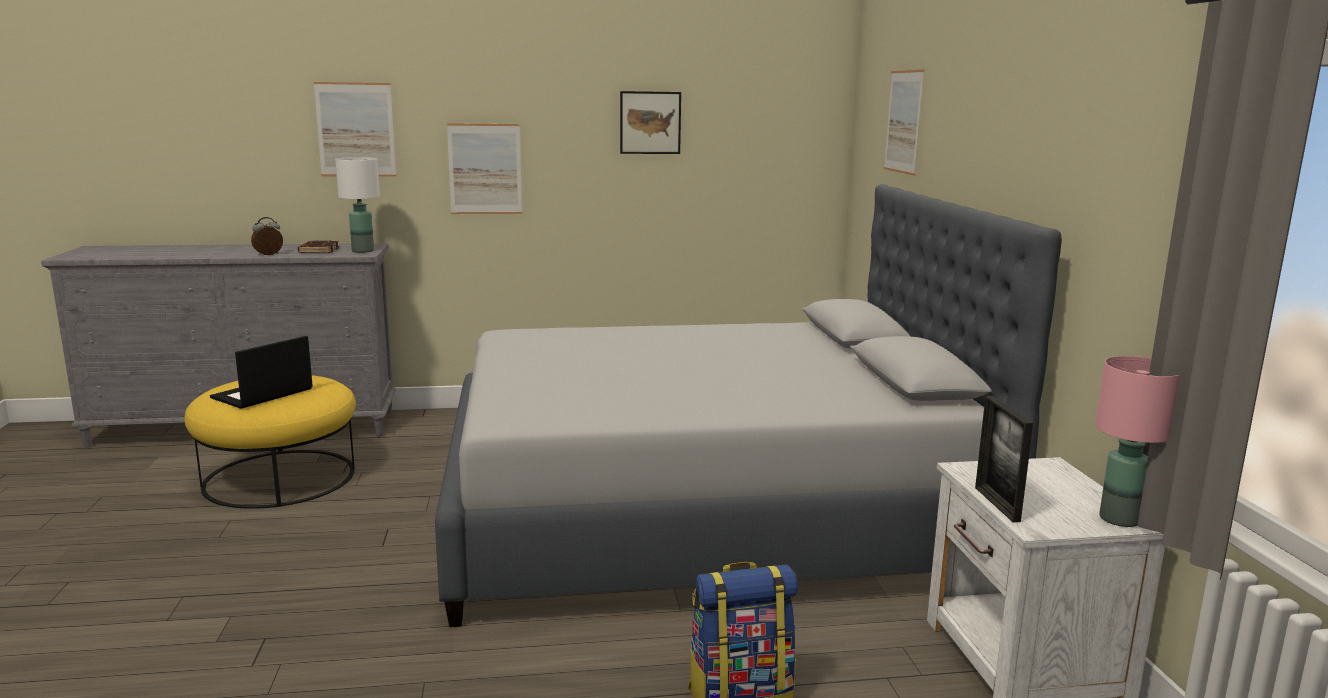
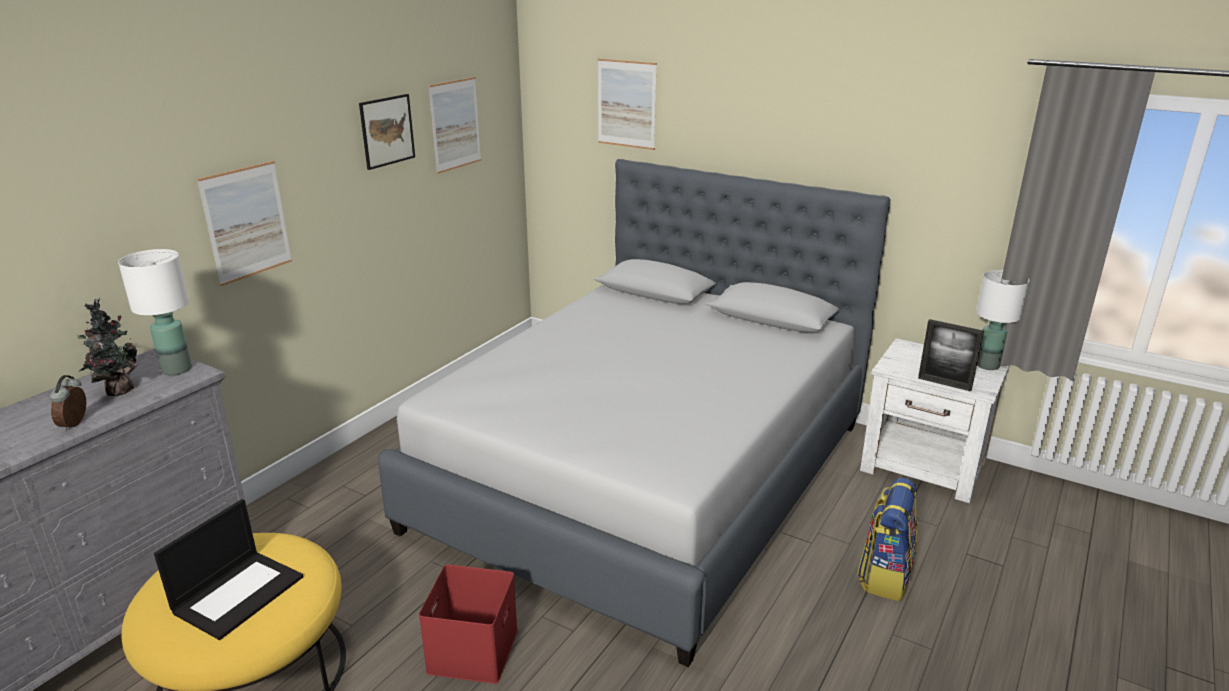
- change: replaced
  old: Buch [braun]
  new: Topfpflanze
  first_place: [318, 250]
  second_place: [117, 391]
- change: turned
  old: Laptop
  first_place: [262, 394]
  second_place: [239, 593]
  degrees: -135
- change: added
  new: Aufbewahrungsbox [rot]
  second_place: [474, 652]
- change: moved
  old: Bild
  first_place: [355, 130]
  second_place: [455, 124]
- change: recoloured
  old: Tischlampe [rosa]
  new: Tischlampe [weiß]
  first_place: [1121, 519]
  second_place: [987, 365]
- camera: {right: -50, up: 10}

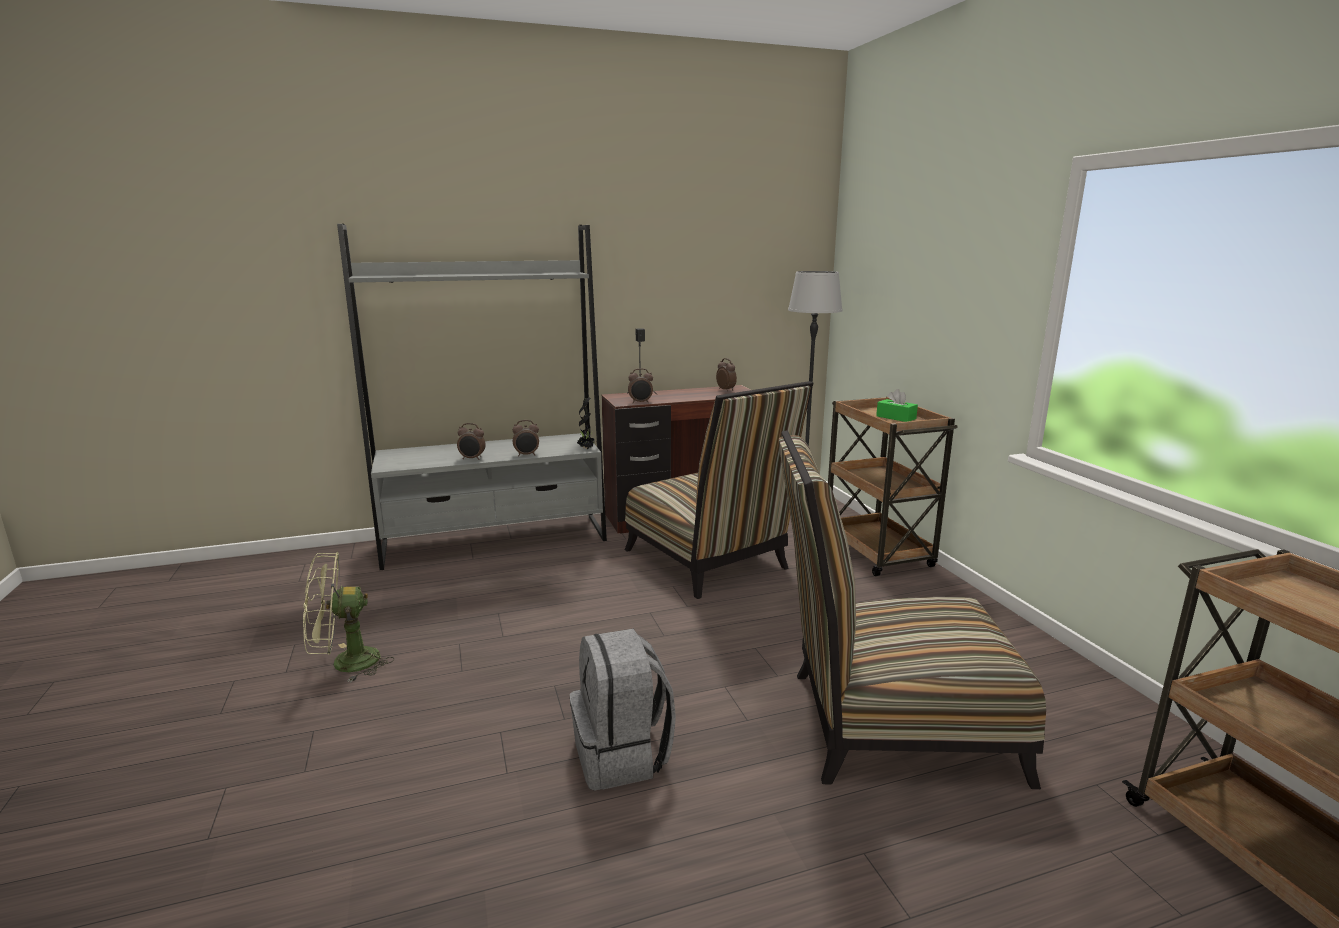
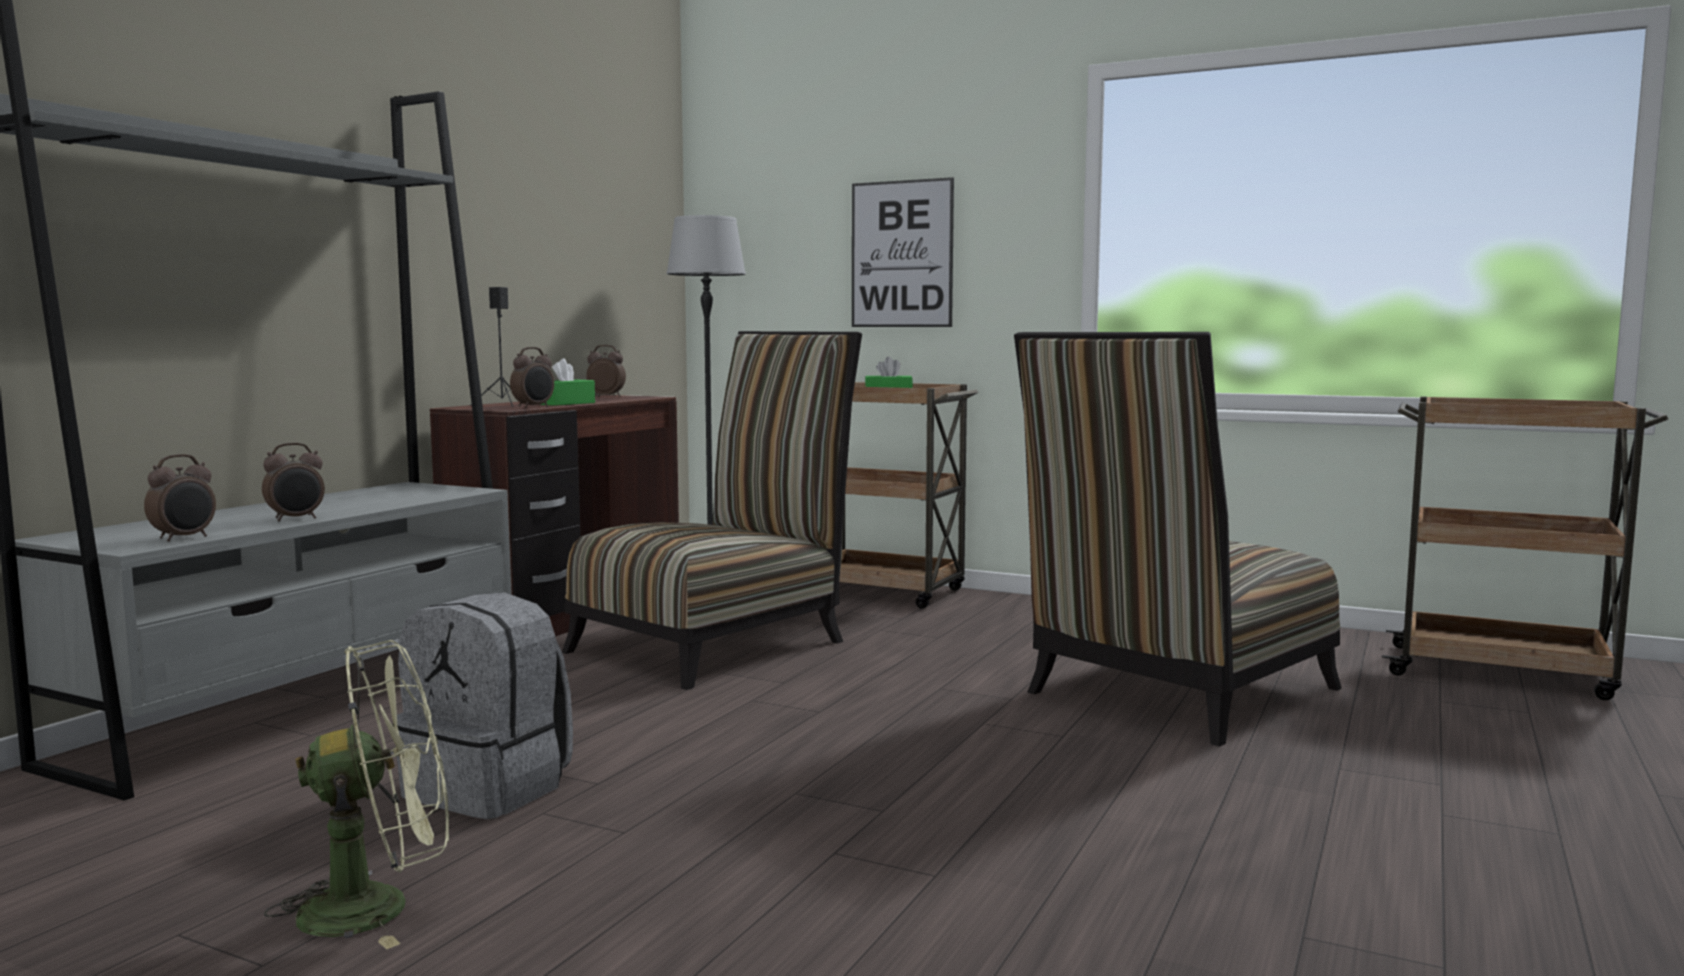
- change: moved
  old: Wecker
  first_place: [527, 455]
  second_place: [184, 538]
- change: turned
  old: Ventilator [grün]
  first_place: [345, 664]
  second_place: [379, 907]
  degrees: -135
- change: moved
  old: Rucksack [grau]
  first_place: [622, 755]
  second_place: [491, 788]
- change: added
  new: Taschentuchbox [grün]
  second_place: [566, 403]
- change: turned
  old: Stuhl
  first_place: [710, 563]
  second_place: [719, 643]
  degrees: -60
- change: added
  new: Bild
  second_place: [902, 254]
- change: removed
  old: Topfpflanze
  first_place: [586, 448]
- camera: {right: -45, up: -10}

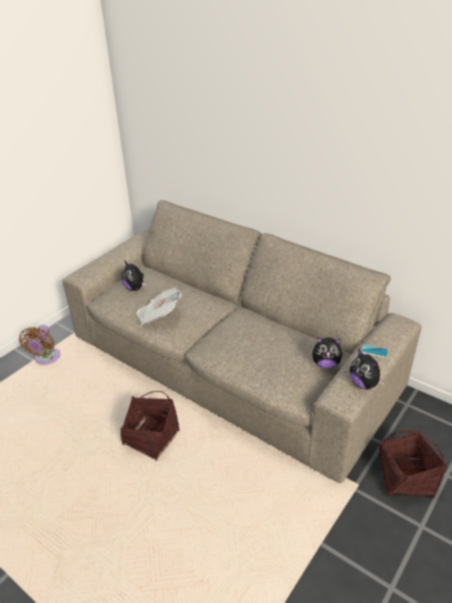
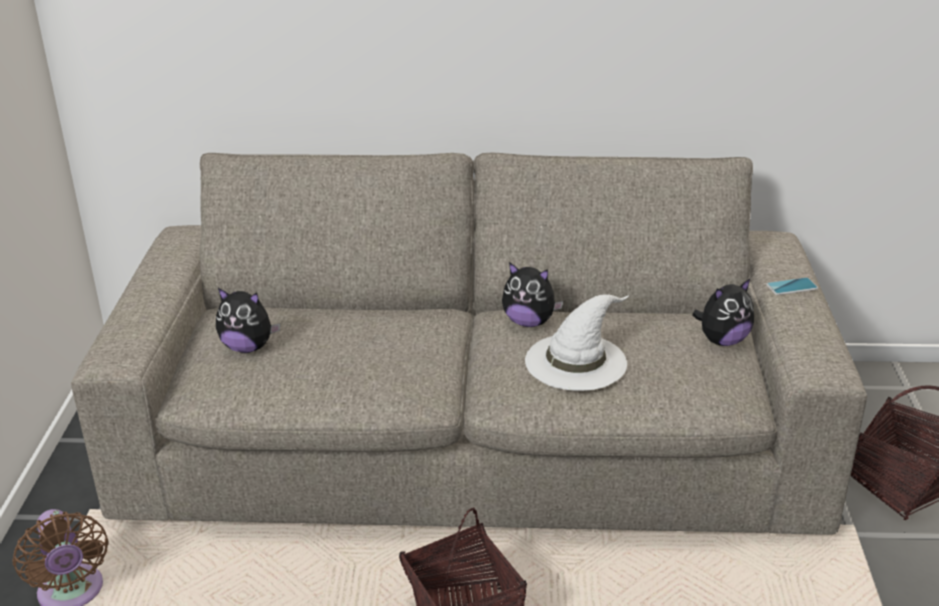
- change: moved
  old: Plüschtier
  first_place: [364, 384]
  second_place: [529, 322]
- change: added
  new: Hut [weiß]
  second_place: [576, 360]
- change: removed
  old: Zeitung
  first_place: [158, 316]
- camera: {right: -35, up: -5}

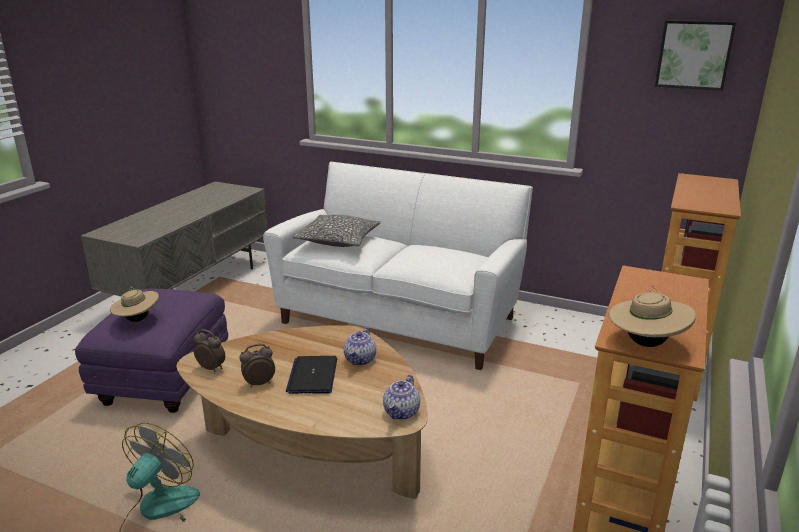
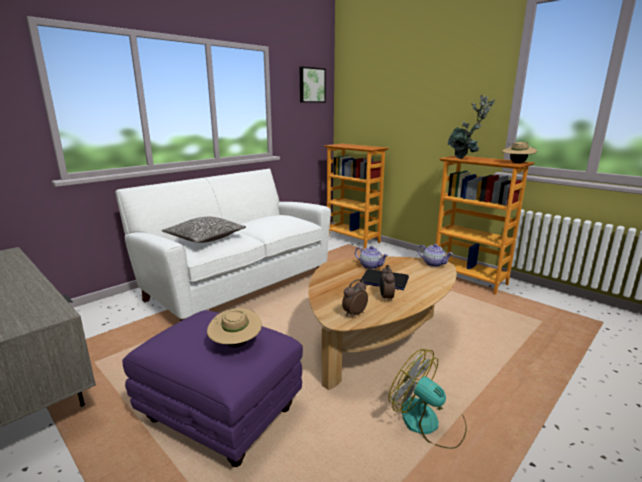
- change: added
  new: Topfpflanze
  second_place: [465, 158]
- camera: {right: -70, up: -5}

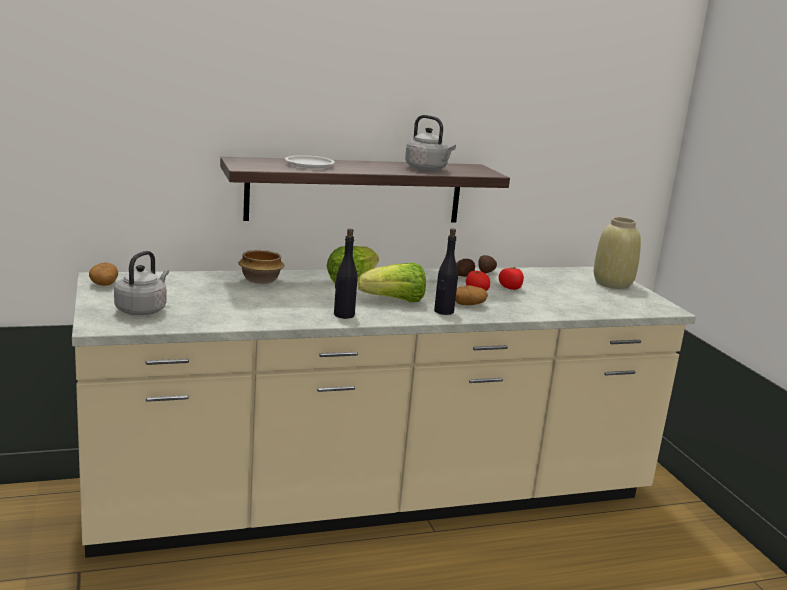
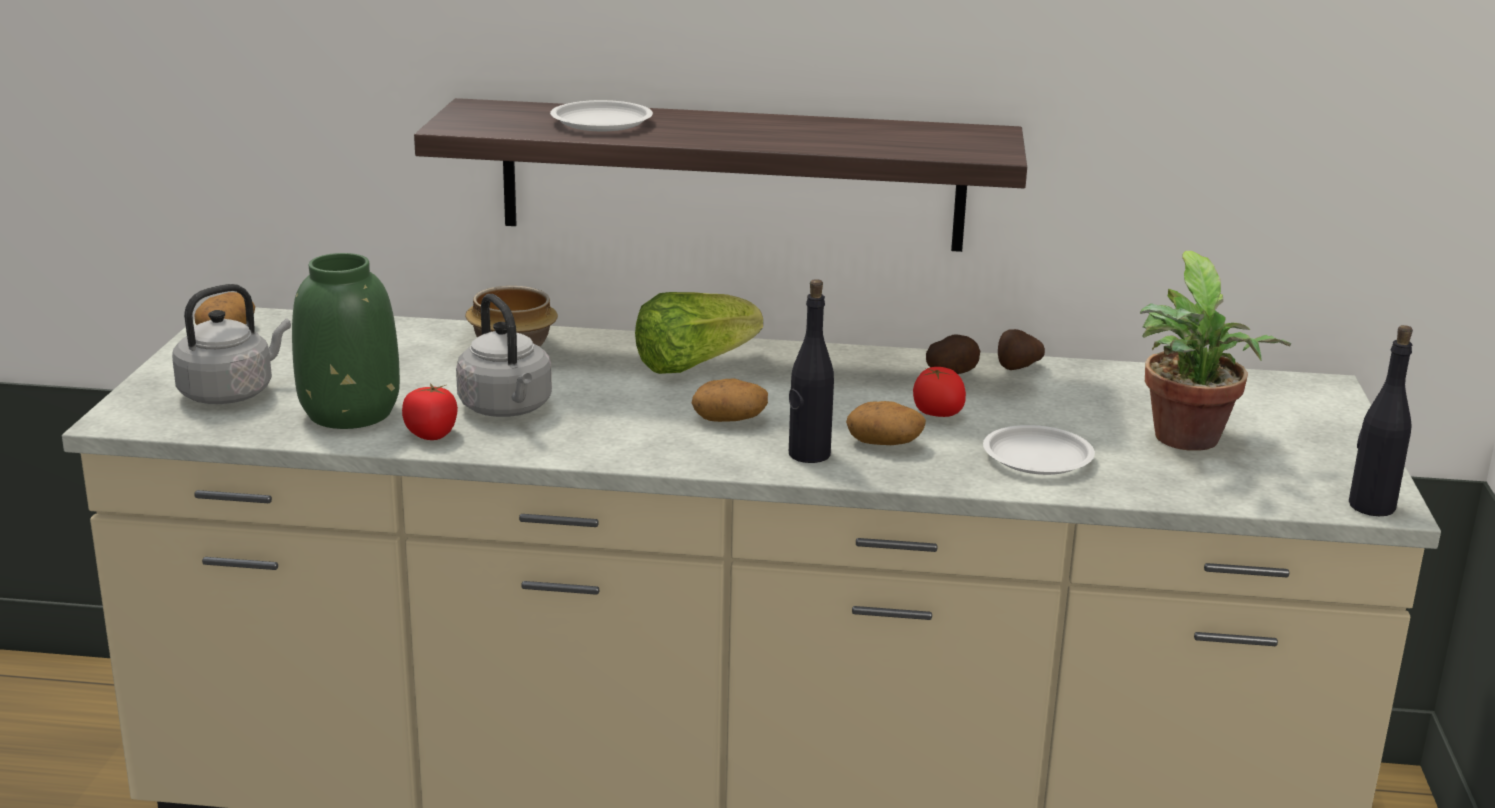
- change: added
  new: Vase [grün]
  second_place: [350, 412]
- change: moved
  old: Tomate
  first_place: [510, 288]
  second_place: [431, 434]
- change: moved
  old: Wasserkessel [grau]
  first_place: [427, 169]
  second_place: [507, 409]
- change: replaced
  old: Salatkopf
  new: Kartoffel
  first_place: [394, 301]
  second_place: [730, 419]
- change: added
  new: Teller [weiß]
  second_place: [1036, 458]
- change: added
  new: Topfpflanze
  second_place: [1188, 442]
- change: moved
  old: Flasche [schwarz]
  first_place: [343, 315]
  second_place: [1371, 506]
- change: removed
  old: Vase [beige]
  first_place: [612, 283]
- camera: {right: 25, up: 5}

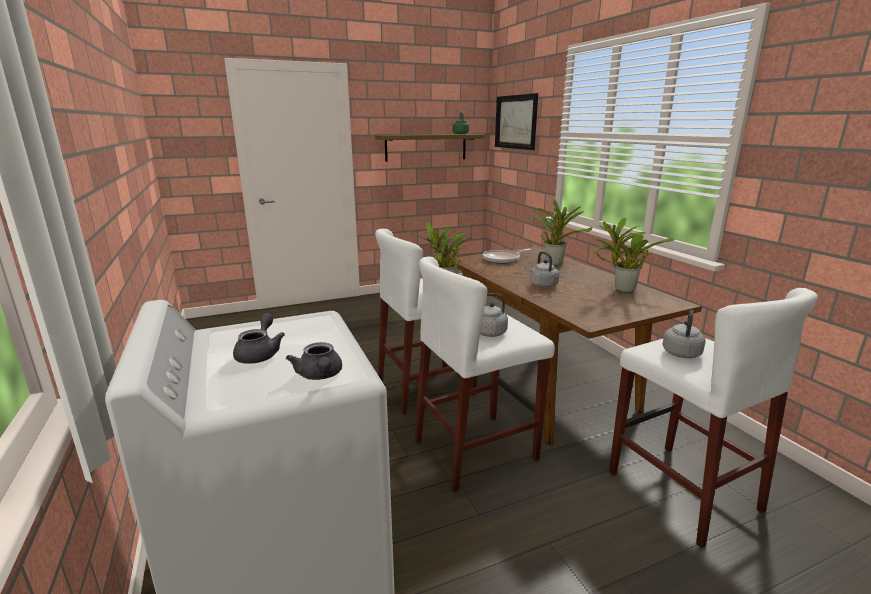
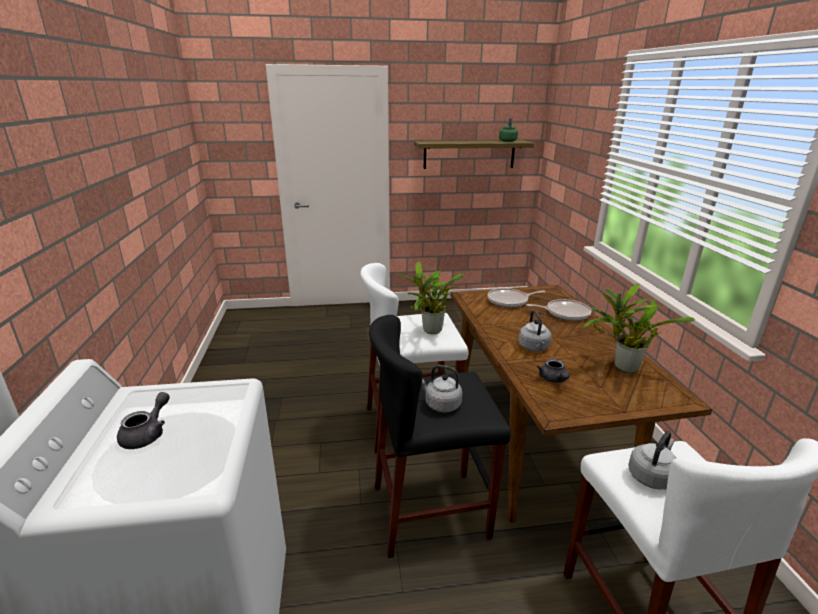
- change: recoloured
  old: Hocker [weiß]
  new: Hocker [schwarz]
  first_place: [475, 450]
  second_place: [430, 511]
- change: replaced
  old: Topfpflanze
  new: Pfanne
  first_place: [554, 263]
  second_place: [565, 313]
- change: moved
  old: Teekanne [grau]
  first_place: [320, 376]
  second_place: [553, 380]
- change: removed
  old: Bild
  first_place: [516, 122]
- camera: {right: 15, up: 5}

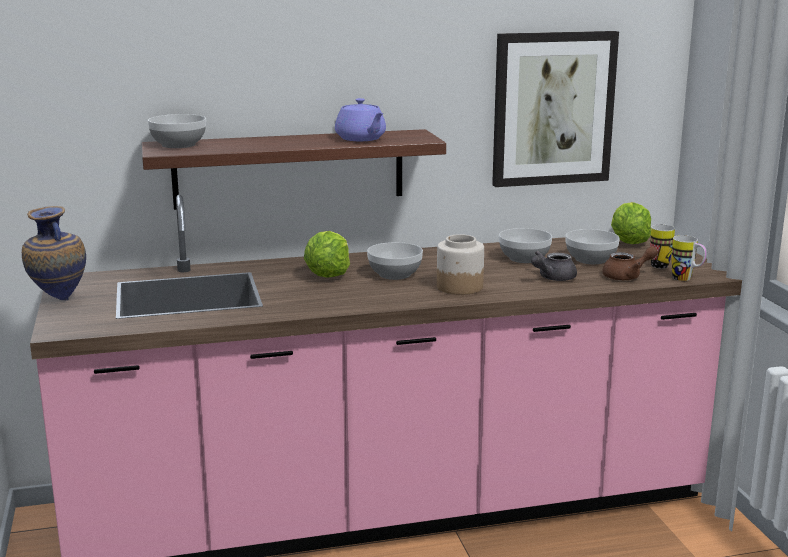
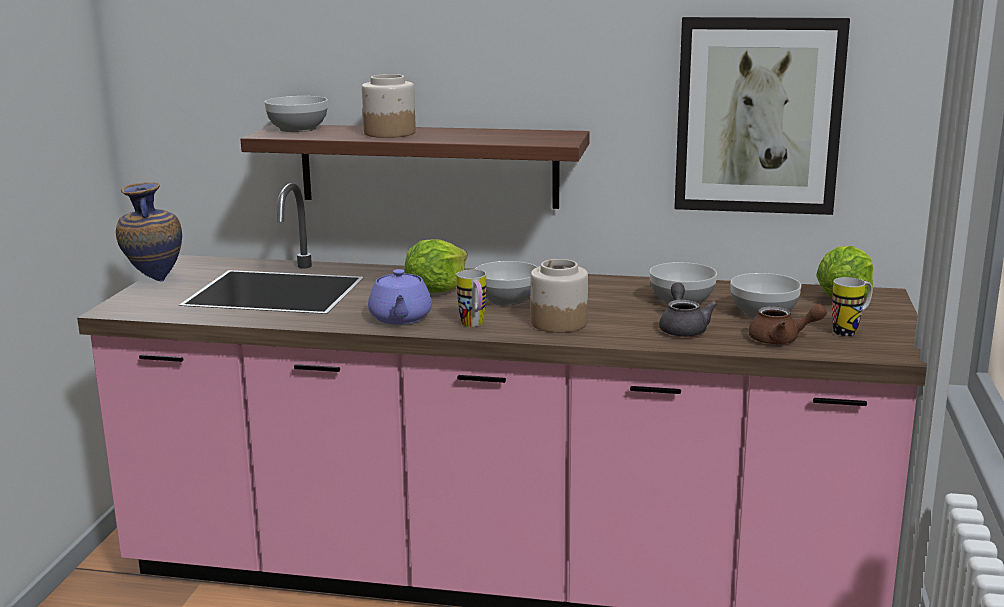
- change: added
  new: Vorratsglas
  second_place: [389, 133]
- change: moved
  old: Teekanne [lila]
  first_place: [361, 139]
  second_place: [400, 318]
- change: moved
  old: Henkelbecher
  first_place: [686, 279]
  second_place: [474, 325]
- change: turned
  old: Teekanne [grau]
  first_place: [552, 278]
  second_place: [683, 328]
  degrees: 105
- camera: {right: 25, up: 0}

